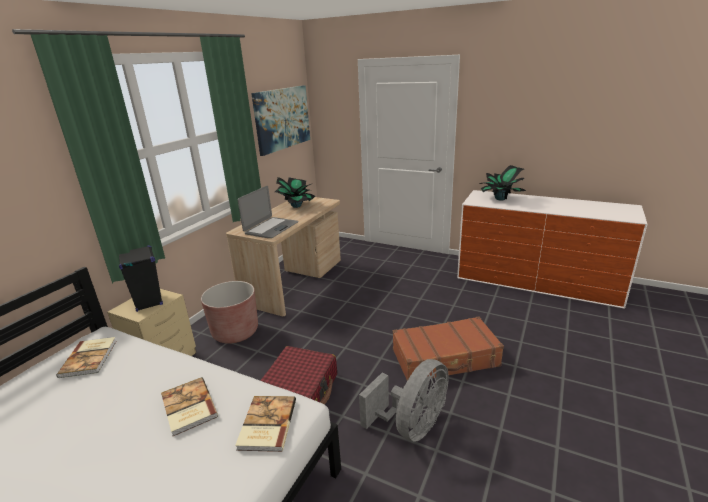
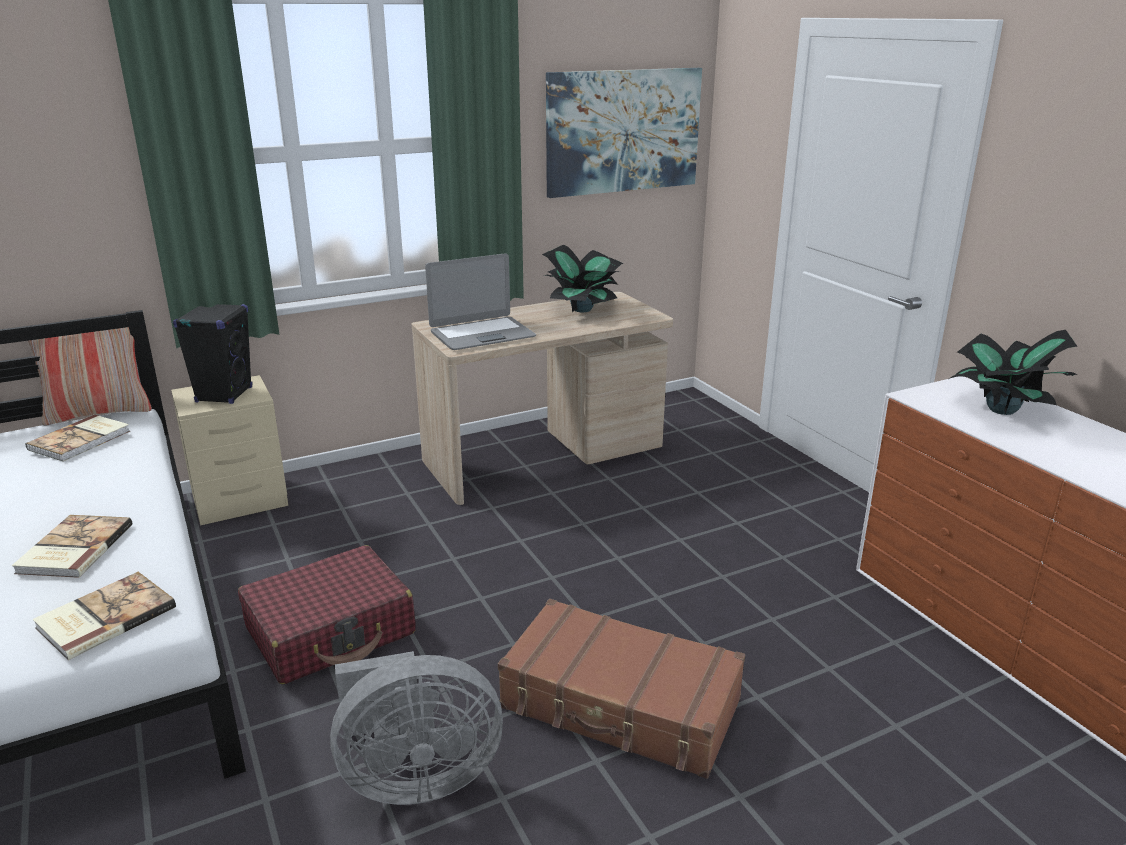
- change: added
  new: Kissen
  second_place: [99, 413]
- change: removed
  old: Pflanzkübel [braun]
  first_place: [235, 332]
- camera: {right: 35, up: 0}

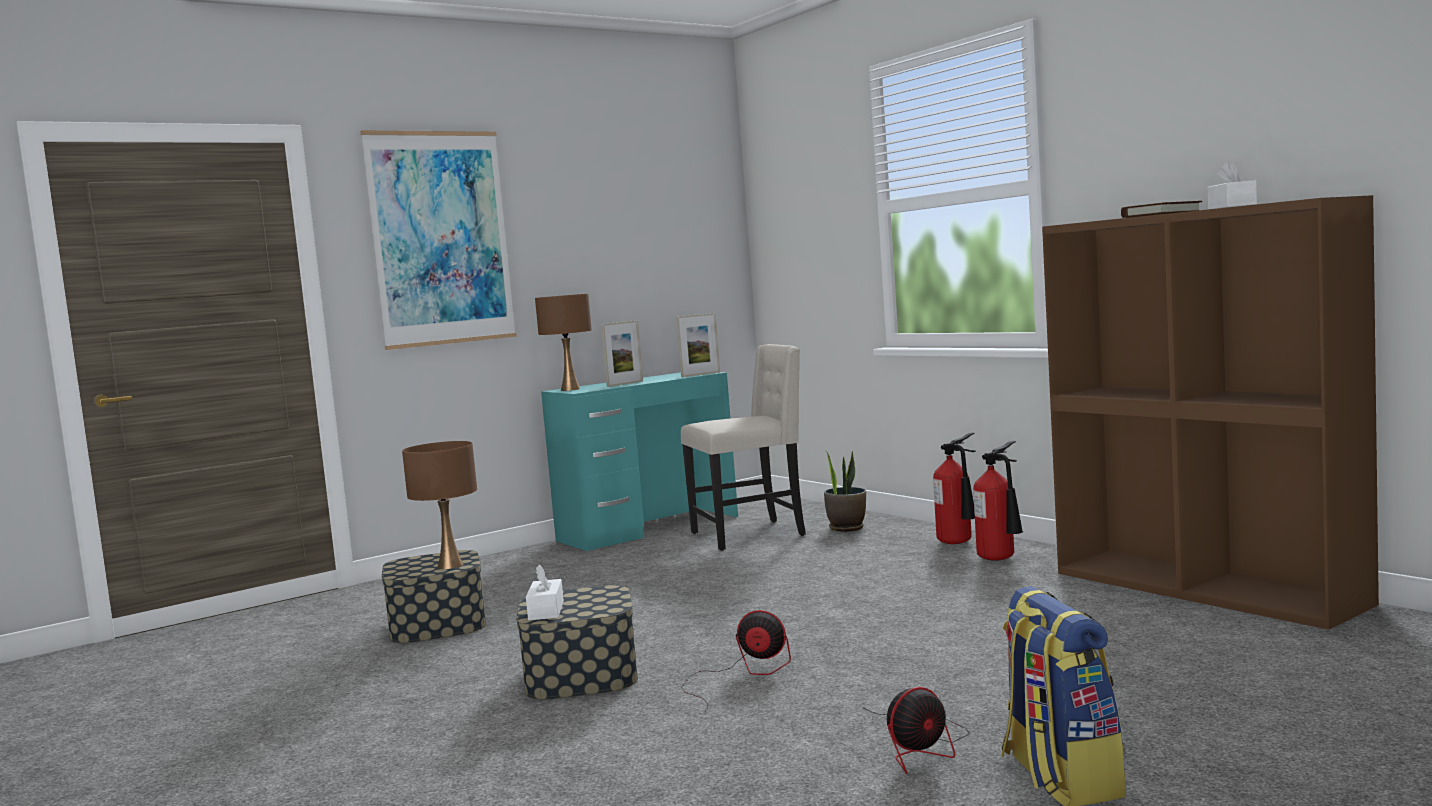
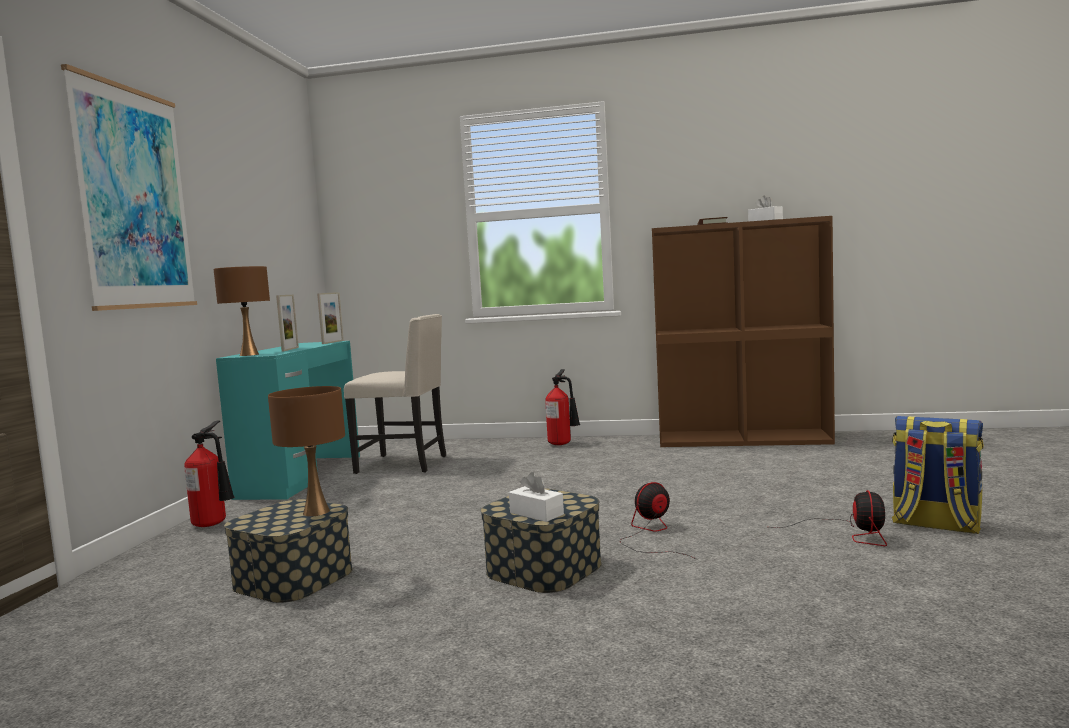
- change: moved
  old: Feuerlöscher
  first_place: [1001, 559]
  second_place: [214, 524]
- change: turned
  old: Stuhl [beige]
  first_place: [750, 534]
  second_place: [404, 464]
  degrees: 75
- change: removed
  old: Topfpflanze
  first_place: [846, 528]
- camera: {right: -45, up: 0}

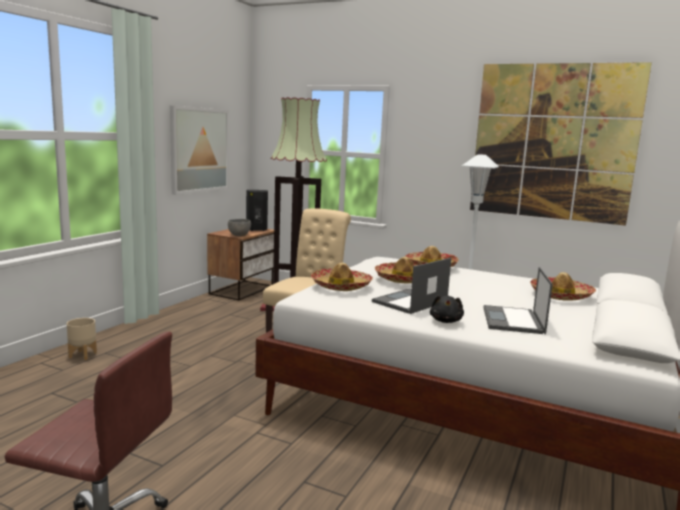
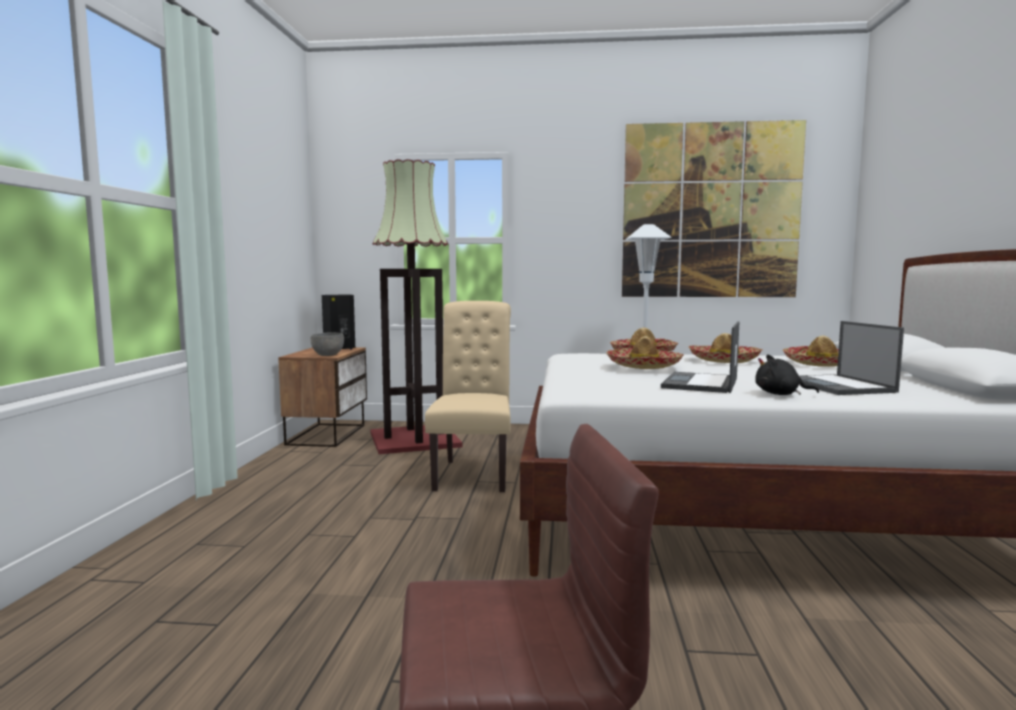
- change: moved
  old: Hut
  first_place: [341, 286]
  second_place: [724, 360]
- change: turned
  old: Plüschtier [schwarz]
  first_place: [446, 321]
  second_place: [780, 394]
  degrees: 120
- change: removed
  old: Pflanzkübel [beige]
  first_place: [83, 355]
- change: removed
  old: Bild
  first_place: [199, 150]
- camera: {right: -20, up: -5}

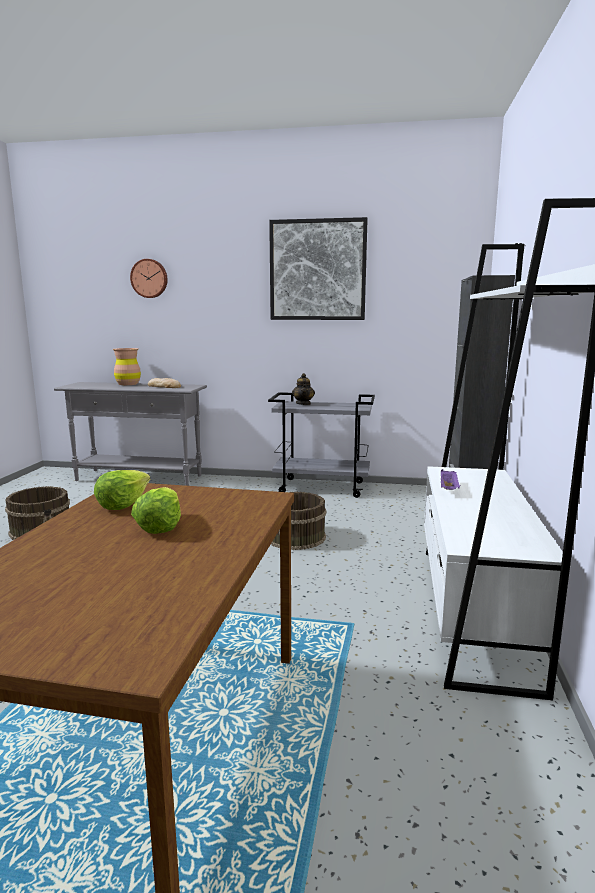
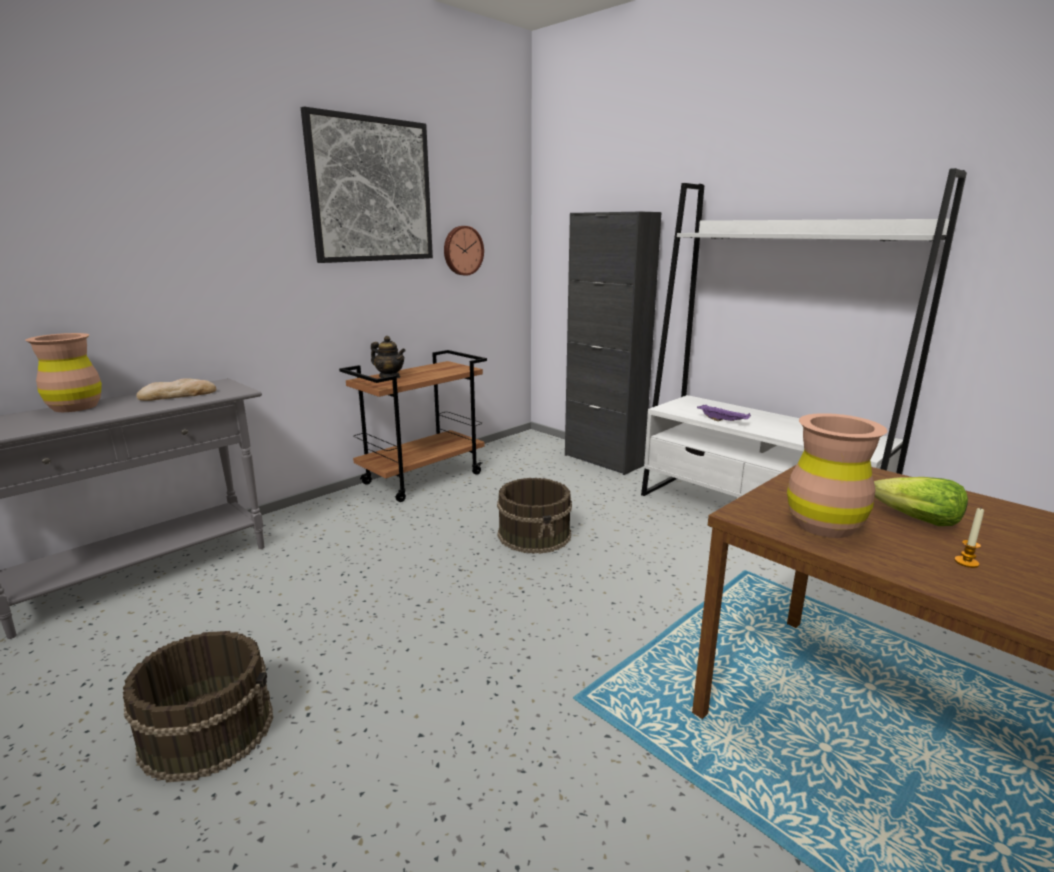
- change: recoloured
  old: Rollwagen [grau]
  new: Rollwagen [braun]
  first_place: [322, 487]
  second_place: [423, 478]
- change: moved
  old: Wanduhr
  first_place: [149, 278]
  second_place: [462, 250]
- change: replaced
  old: Salatkopf
  new: Vase [braun]
  first_place: [123, 504]
  second_place: [824, 525]
- change: added
  new: Kerze
  second_place: [966, 562]
- camera: {right: -55, up: 5}

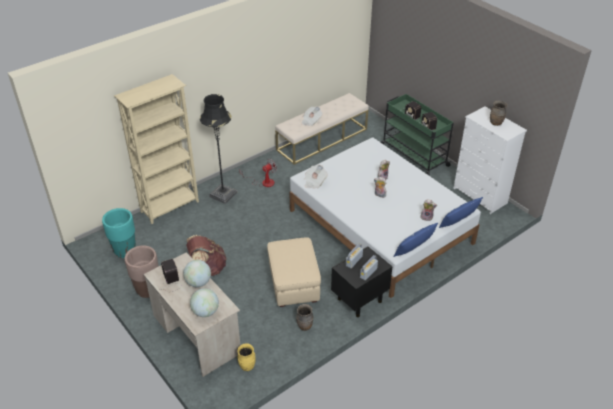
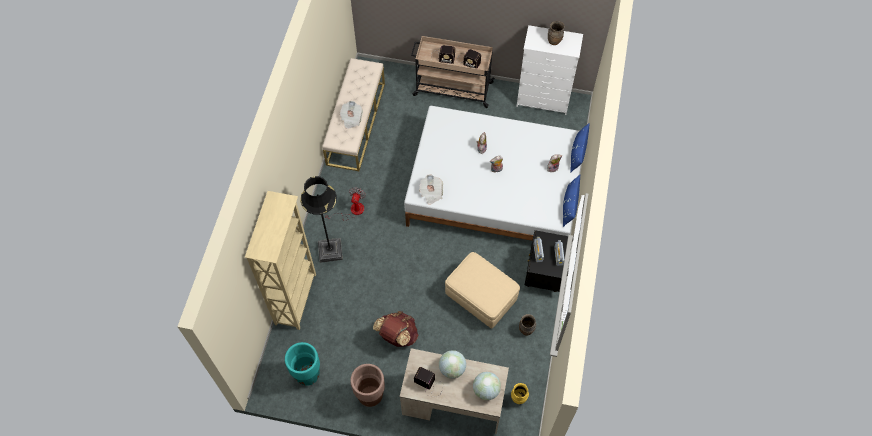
- change: recoloured
  old: Rollwagen [grün]
  new: Rollwagen [beige]
  first_place: [413, 155]
  second_place: [452, 89]
- camera: {right: -40, up: 20}

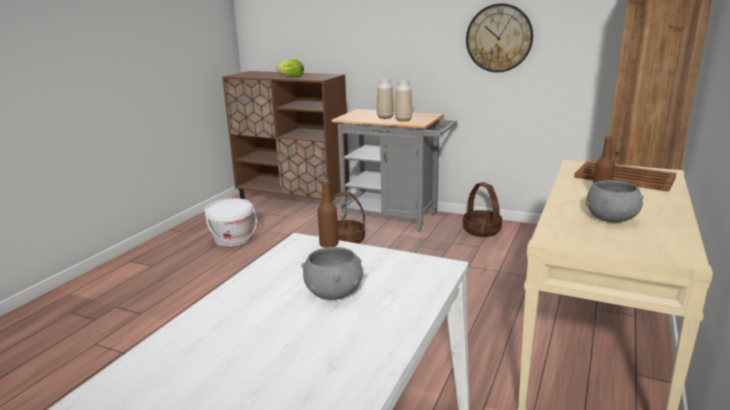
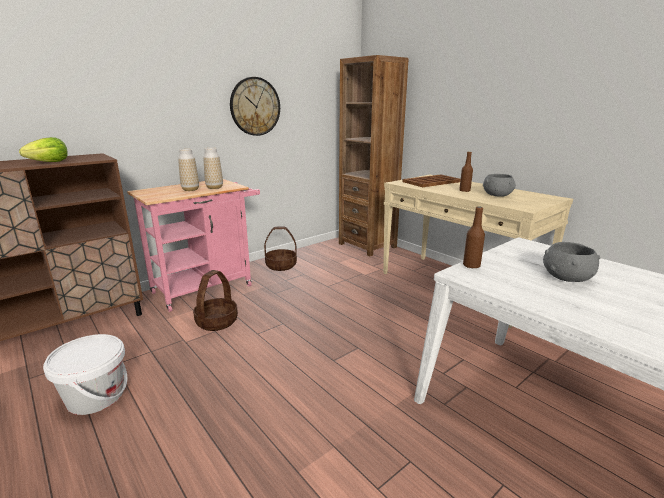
- change: recoloured
  old: Rollwagen [grau]
  new: Rollwagen [rosa]
  first_place: [395, 217]
  second_place: [208, 287]
- camera: {right: -65, up: 0}

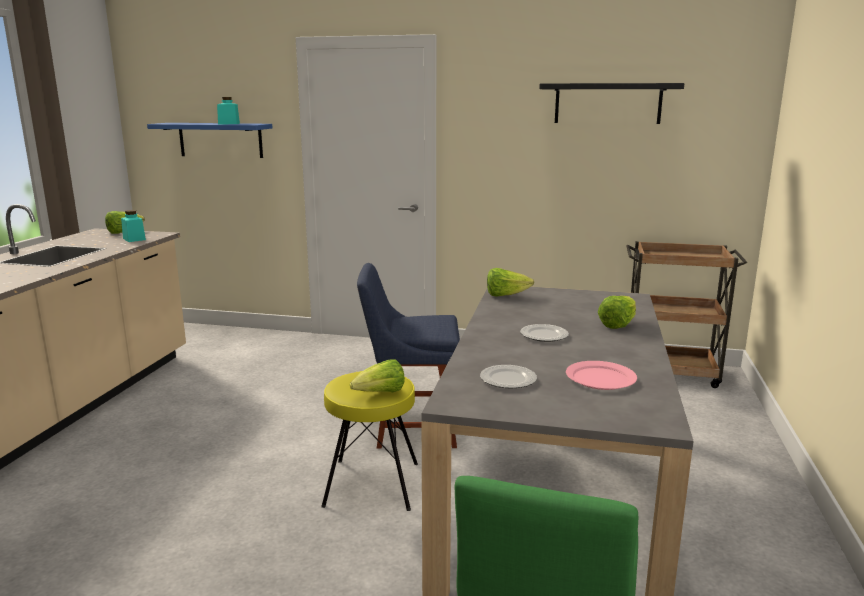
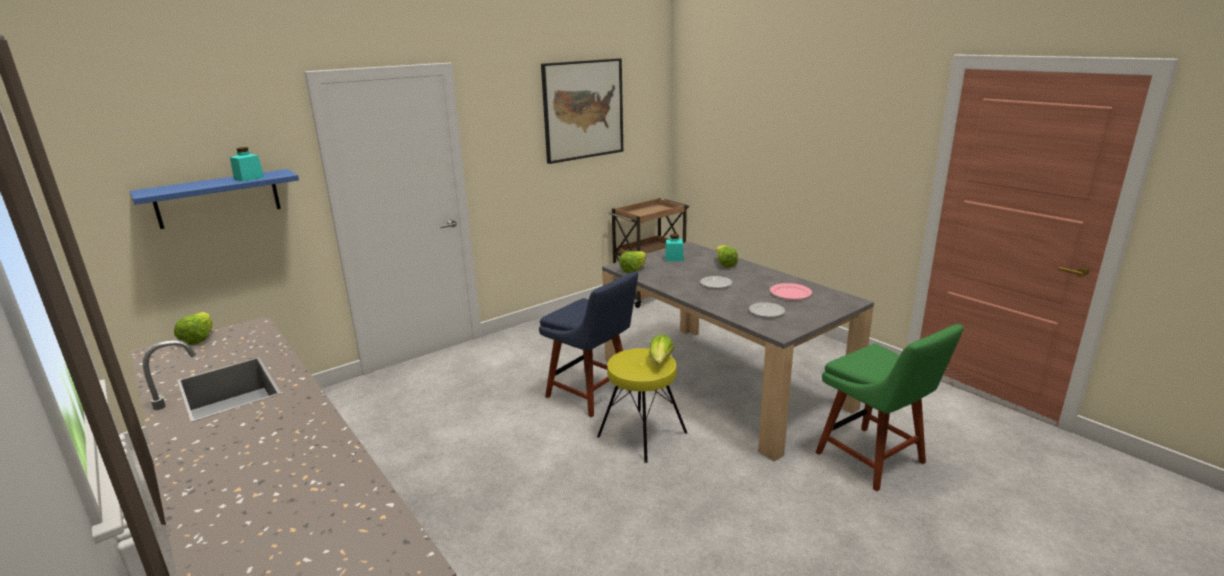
- change: turned
  old: Stuhl [blau]
  first_place: [411, 428]
  second_place: [592, 394]
  degrees: -90
- change: replaced
  old: Wandregal [schwarz]
  new: Bild
  first_place: [607, 103]
  second_place: [583, 110]
- change: moved
  old: Vorratsglas [türkis]
  first_place: [134, 239]
  second_place: [674, 258]
- camera: {right: -50, up: 5}

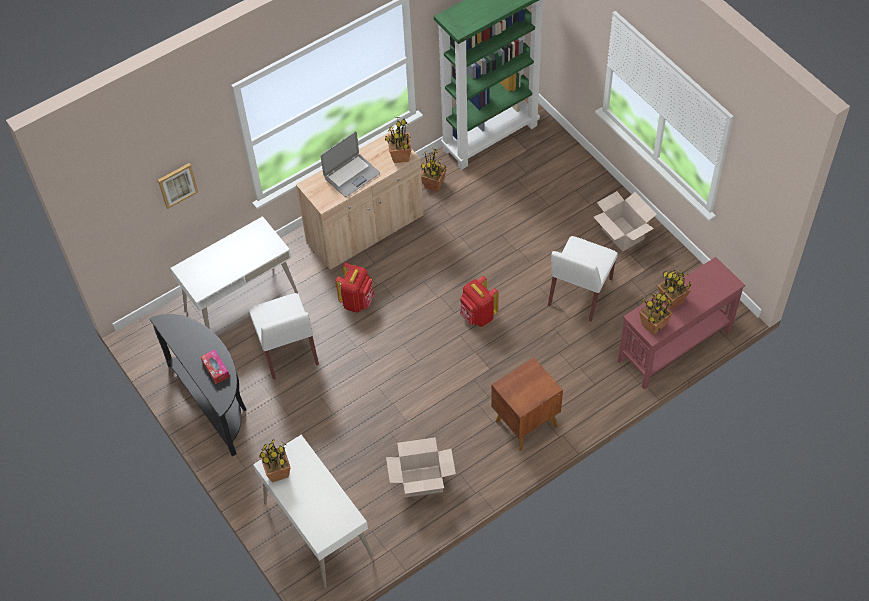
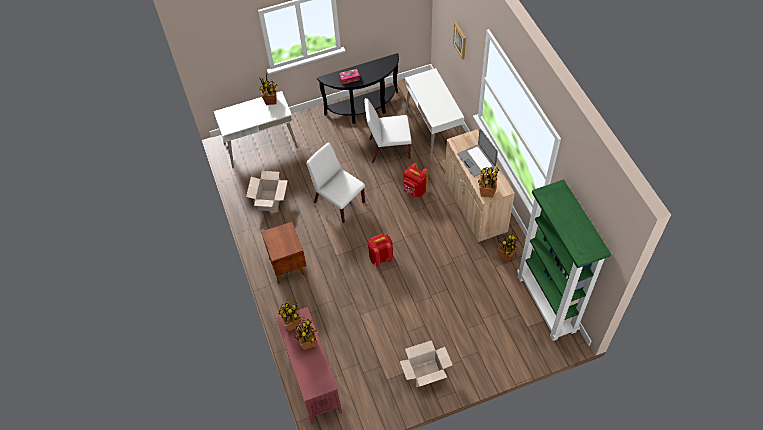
- change: moved
  old: Stuhl [weiß]
  first_place: [579, 293]
  second_place: [338, 202]
- camera: {right: 105, up: 0}

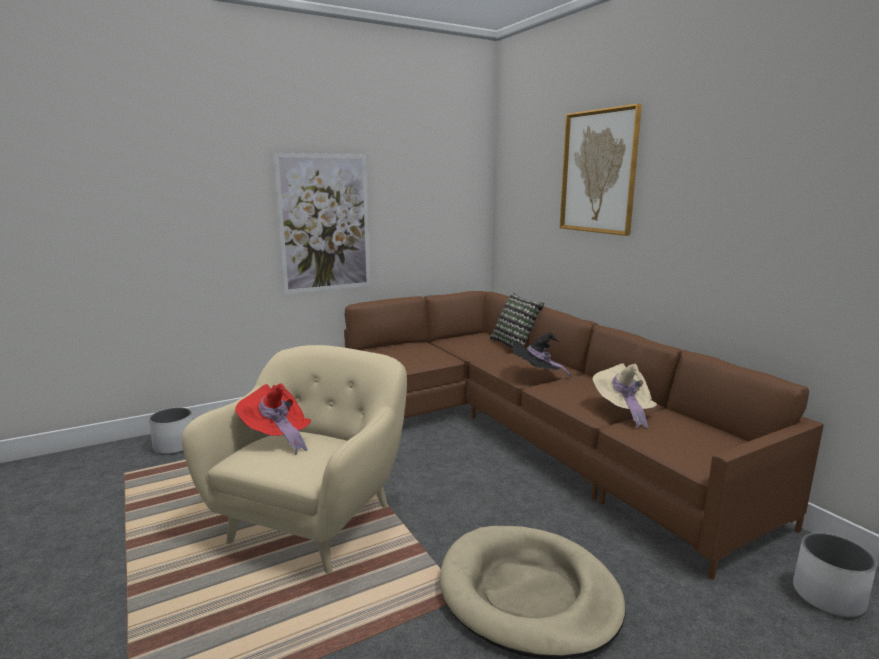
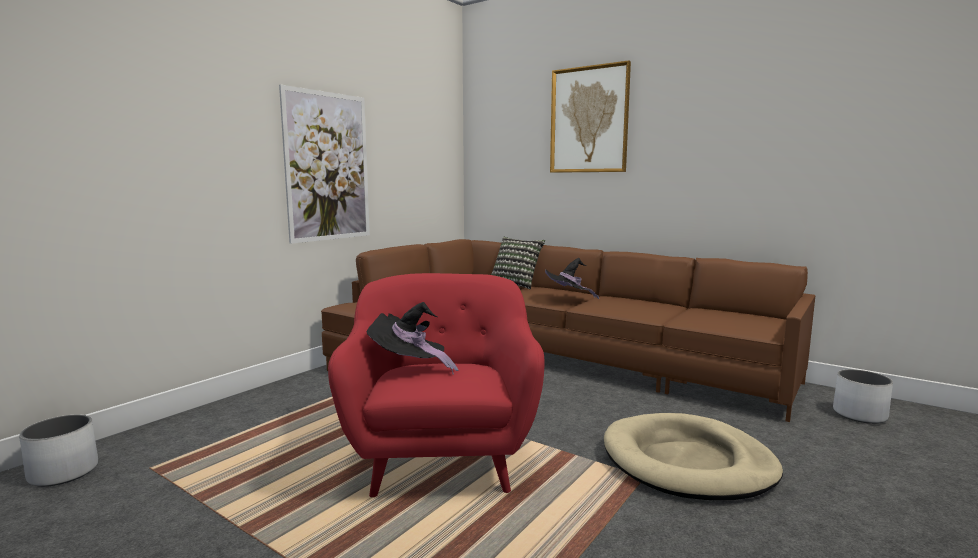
- change: moved
  old: Pflanzkübel [weiß]
  first_place: [175, 446]
  second_place: [64, 472]
- change: recoloured
  old: Sessel [beige]
  new: Sessel [rot]
  first_place: [315, 520]
  second_place: [442, 457]
- change: recoloured
  old: Hut [rot]
  new: Hut [schwarz]
  first_place: [277, 437]
  second_place: [410, 367]
- change: removed
  old: Hut [beige]
  first_place: [623, 411]
- camera: {right: -25, up: -5}

